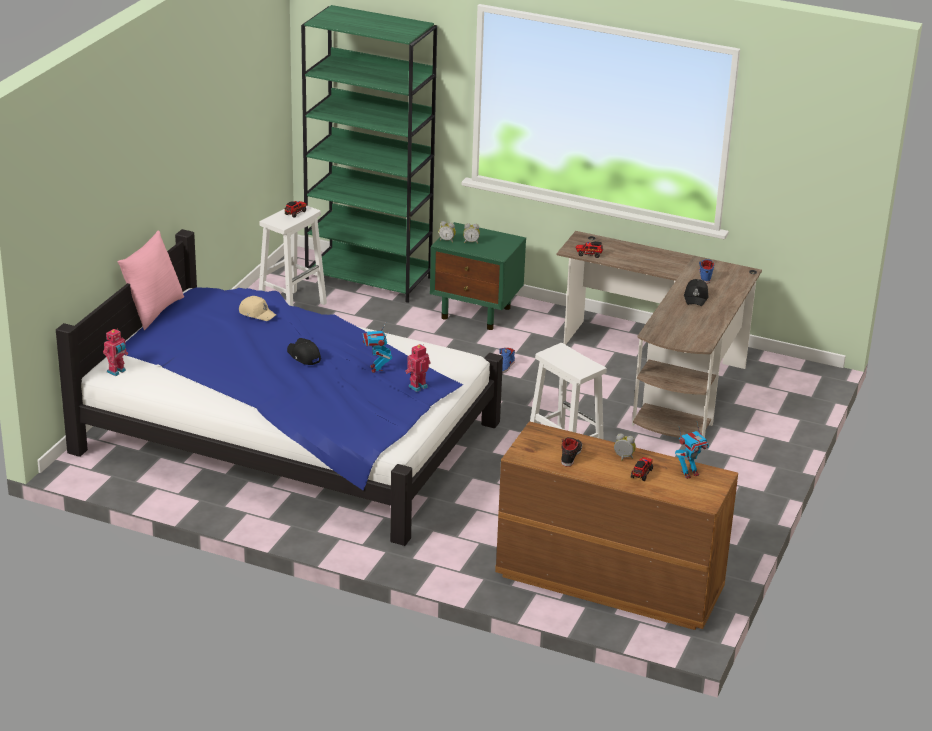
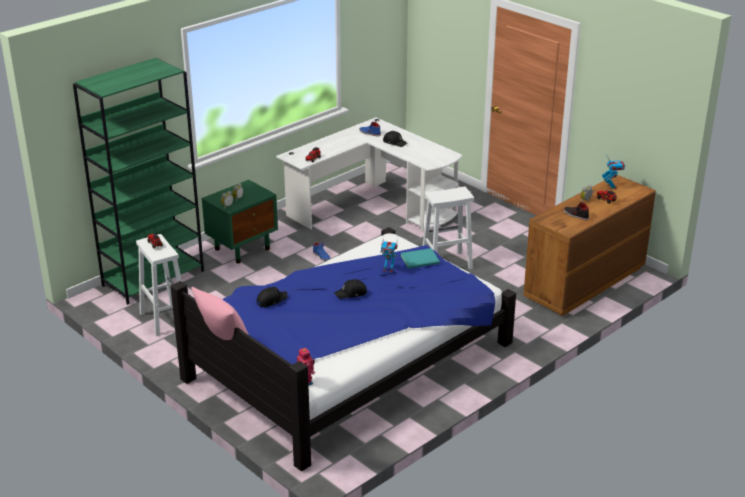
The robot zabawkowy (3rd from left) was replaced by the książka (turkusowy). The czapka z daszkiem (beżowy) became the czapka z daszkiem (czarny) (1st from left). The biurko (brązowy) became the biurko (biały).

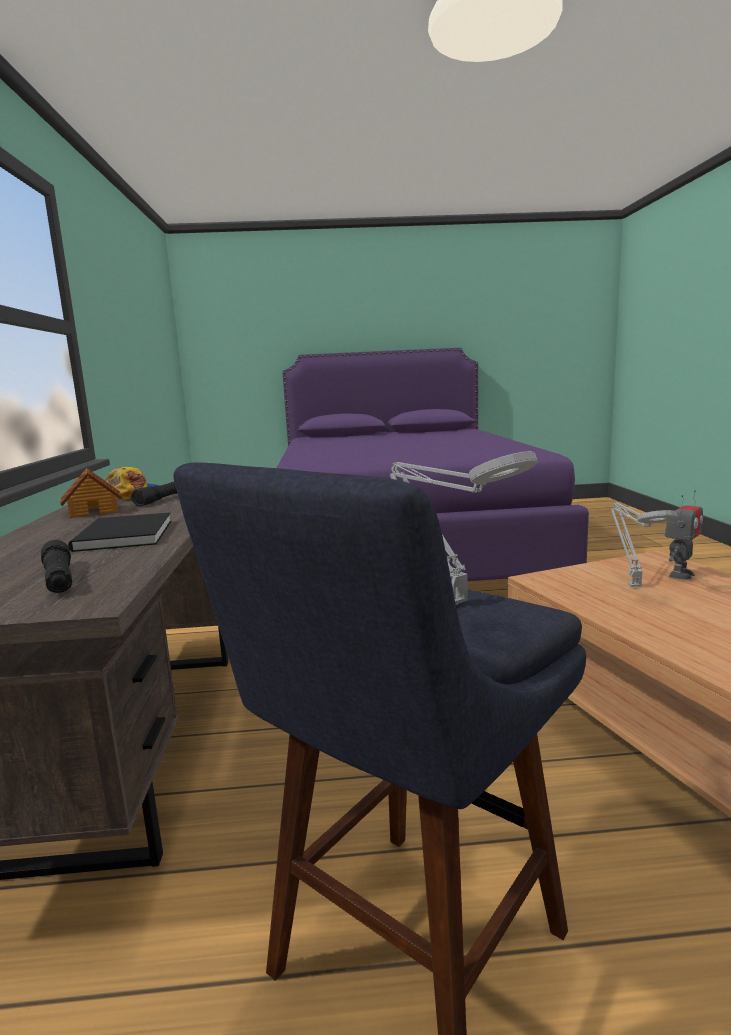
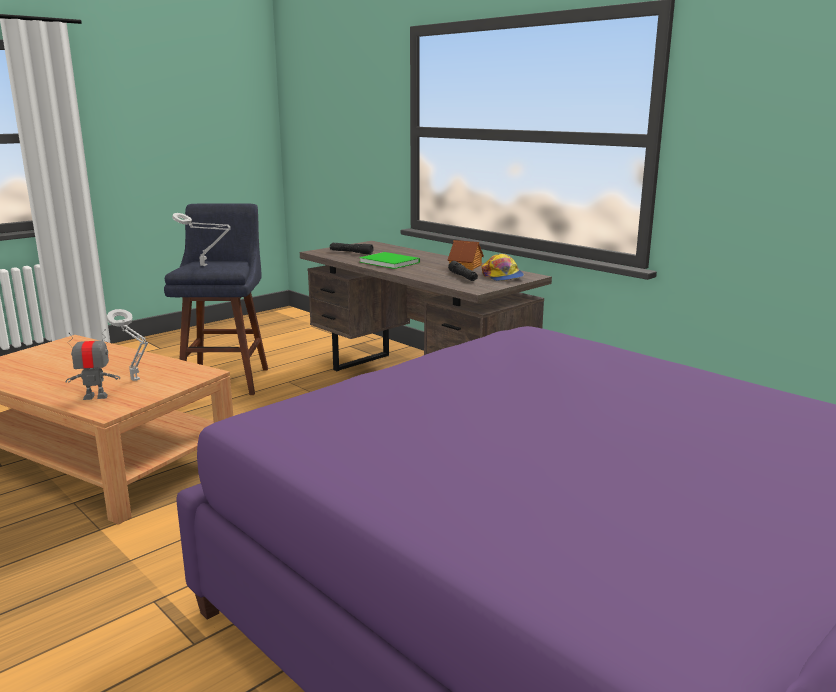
The książka (czarny) became the książka (zielony). The robot zabawkowy turned 75 degrees clockwise.

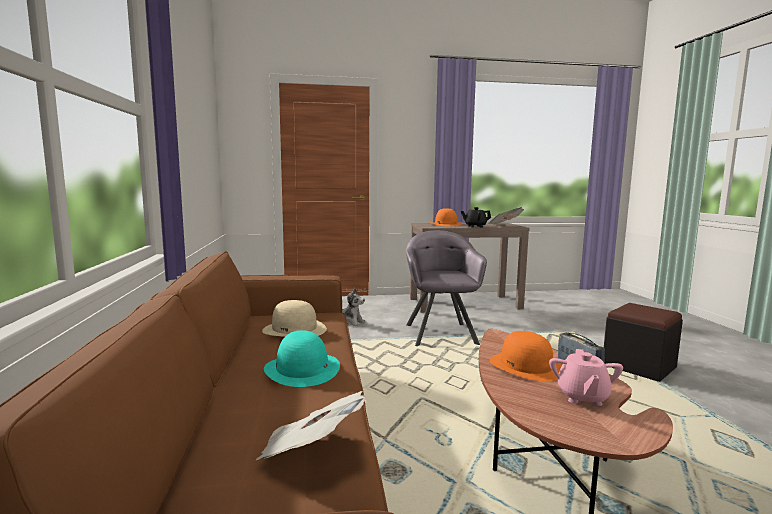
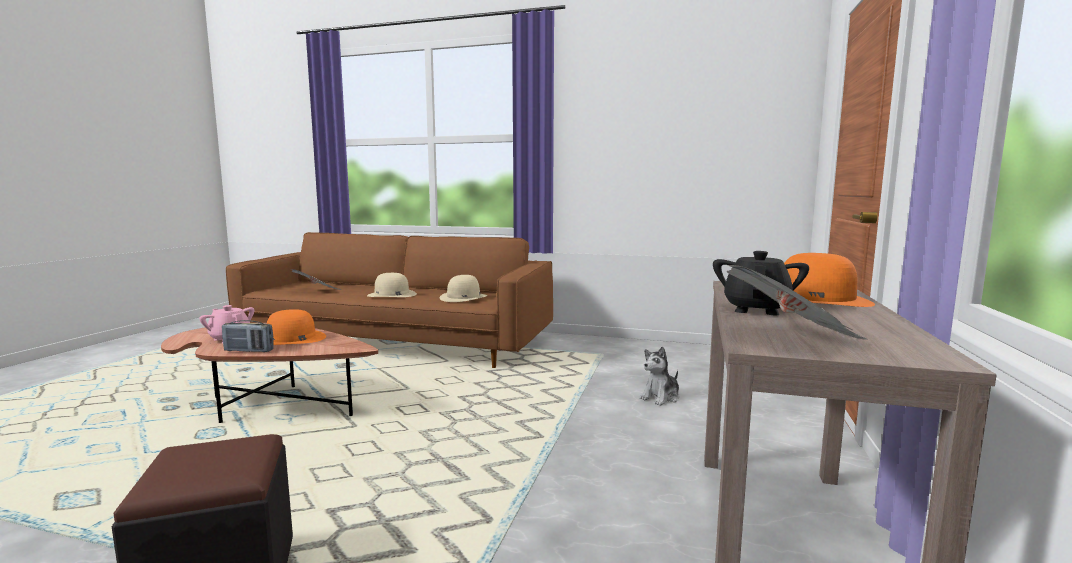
The fotel (szary) disappeared. The kapelusz (turkusowy) became the kapelusz (beżowy) (1st from left).

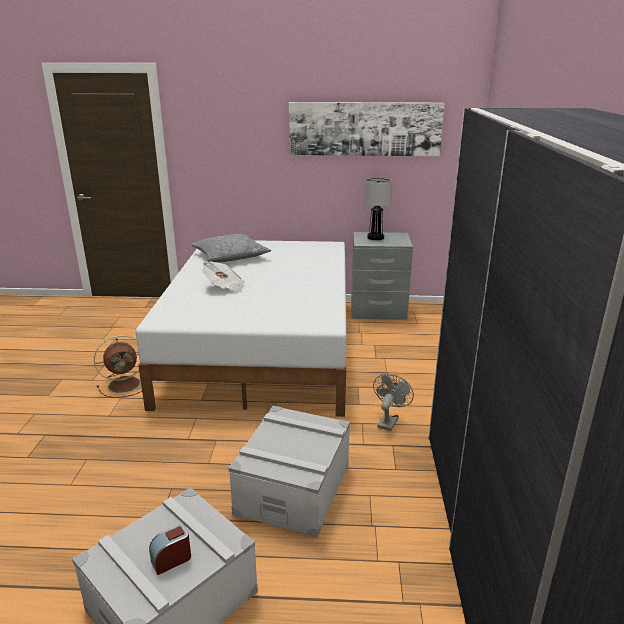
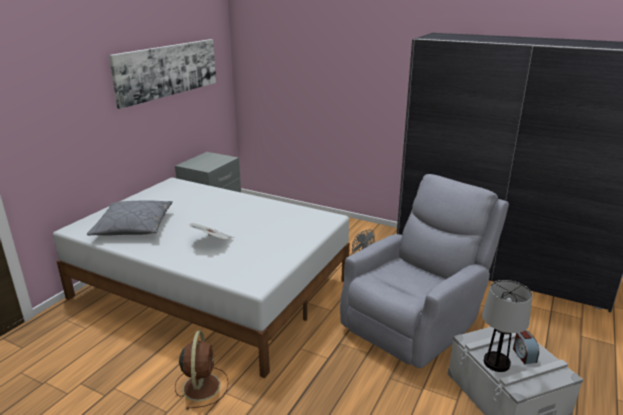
The lampa stołowa moved. The pojemnik do przechowywania (szary) (2nd from left) was replaced by the fotel (szary).

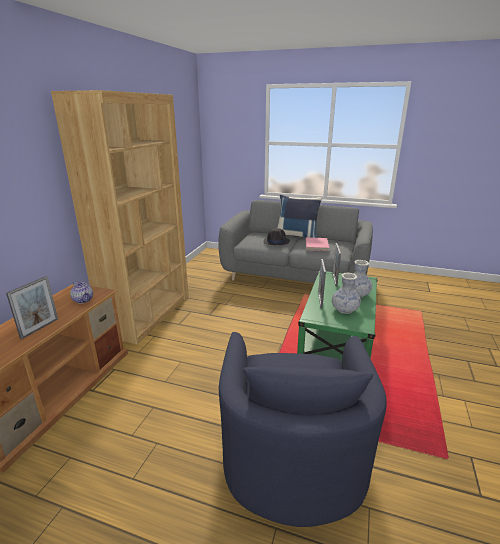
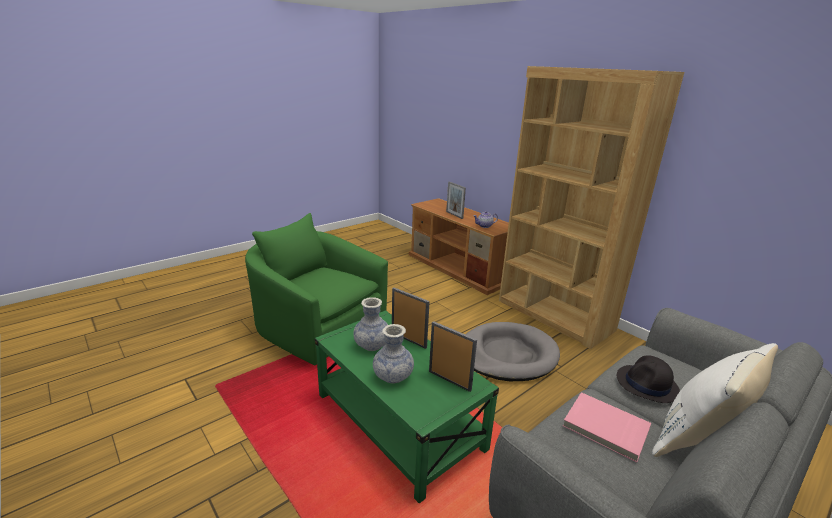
The legowisko (szary) appeared. The fotel (niebieski) became the fotel (zielony). The poduszka (niebieski) became the poduszka (biały).

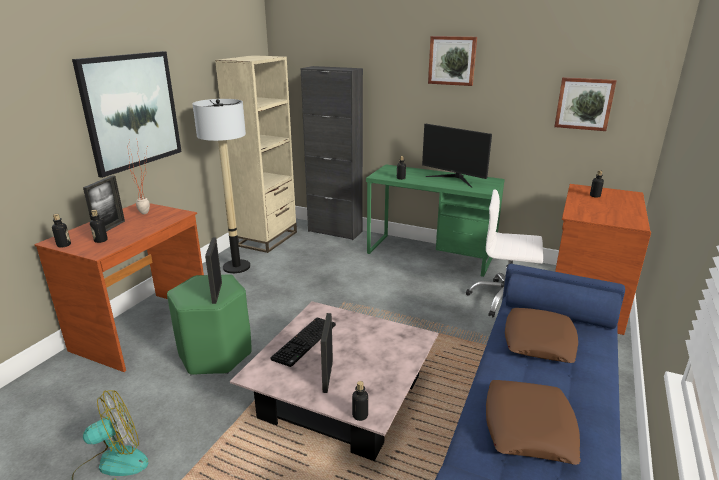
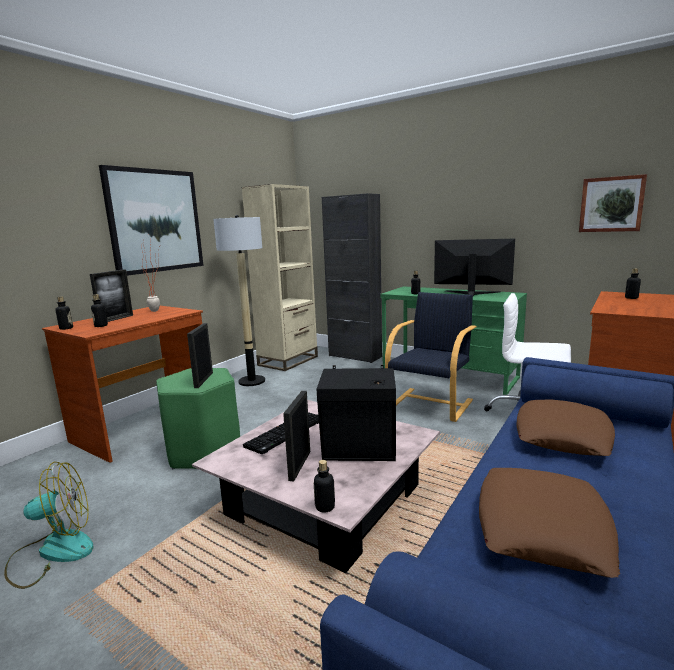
The obraz (2nd from left) disappeared. The głośnik (czarny) appeared. The fotel (czarny) appeared. The monitor turned 150 degrees clockwise.

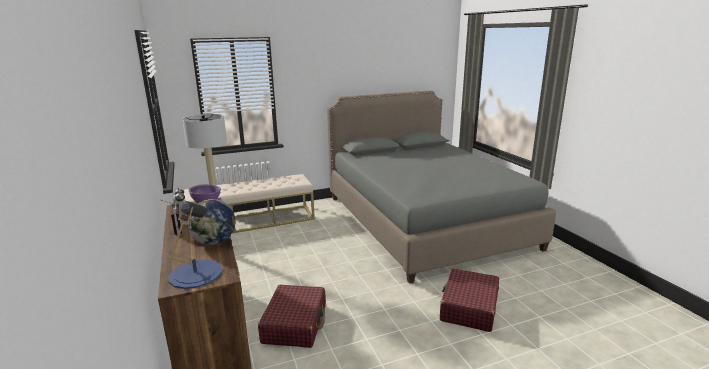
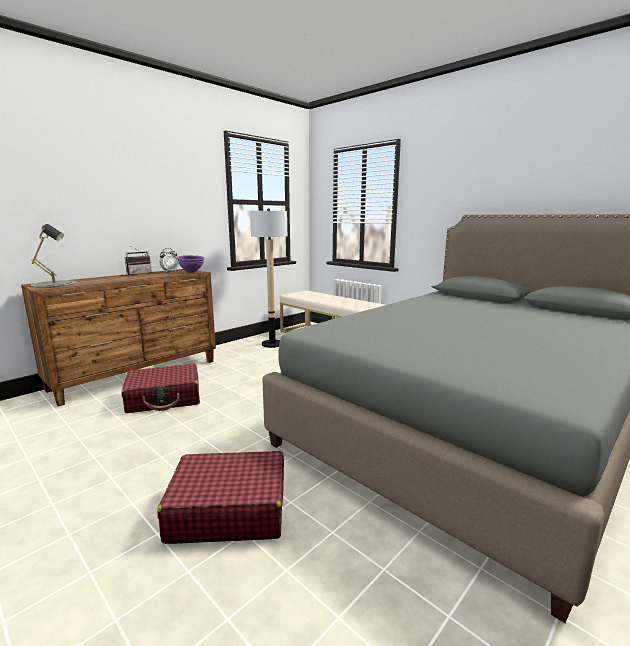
The globus disappeared. The lampa stołowa (niebieski) became the lampa stołowa (szary).

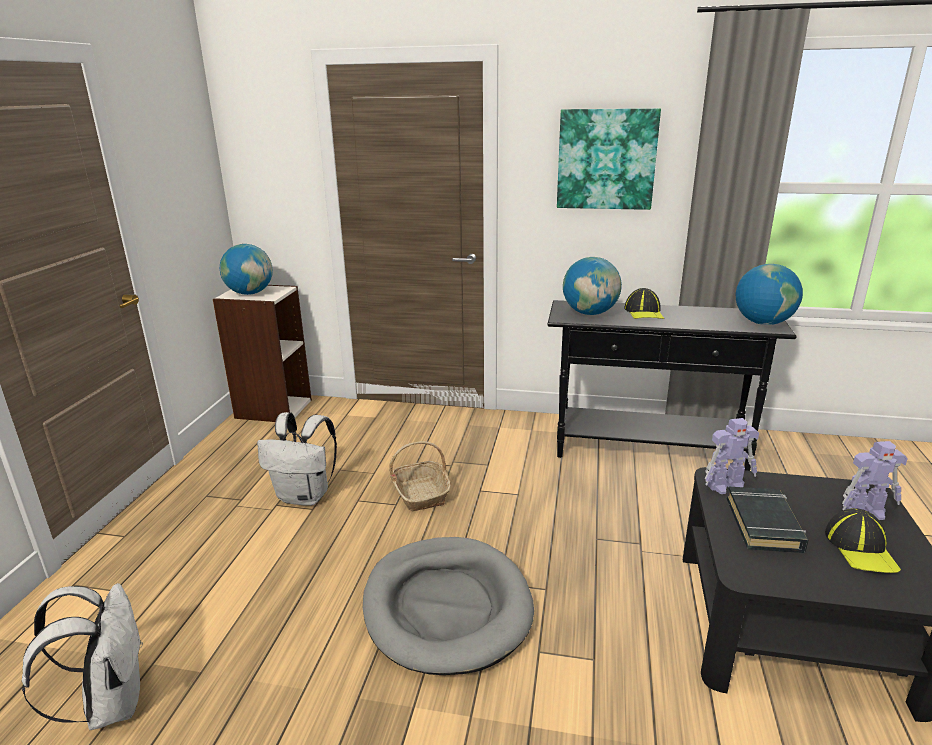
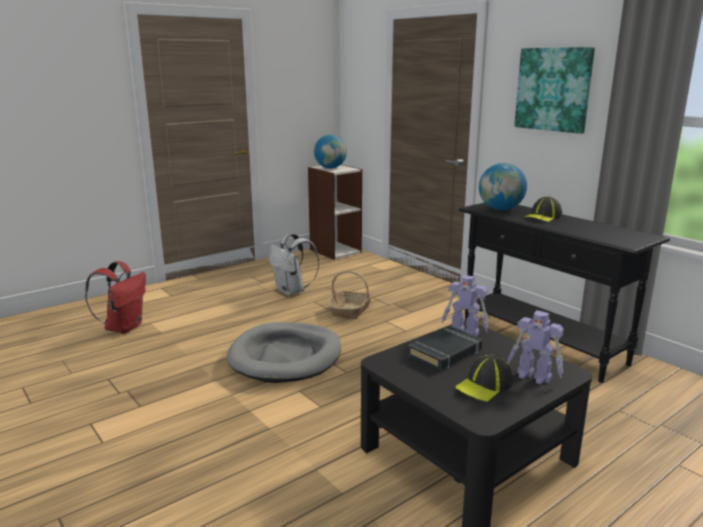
The globus (3rd from left) disappeared. The plecak (biały) (1st from left) became the plecak (czerwony).

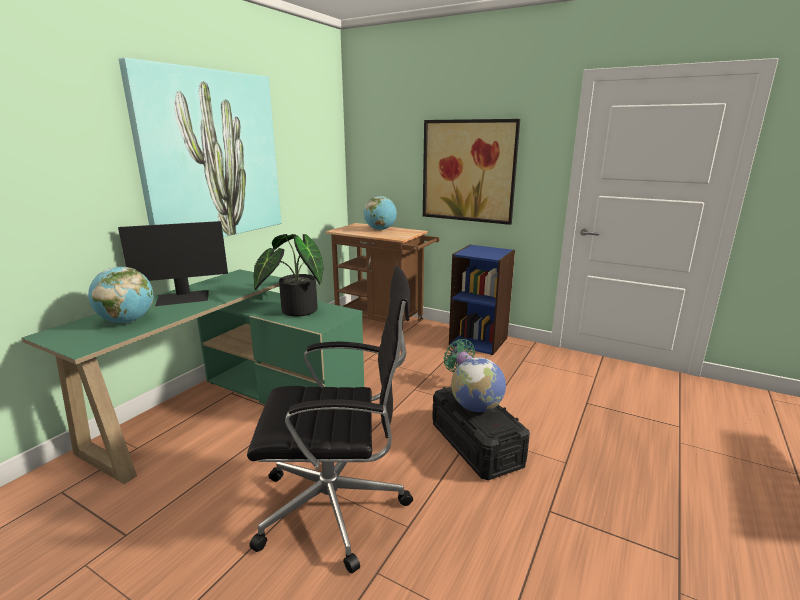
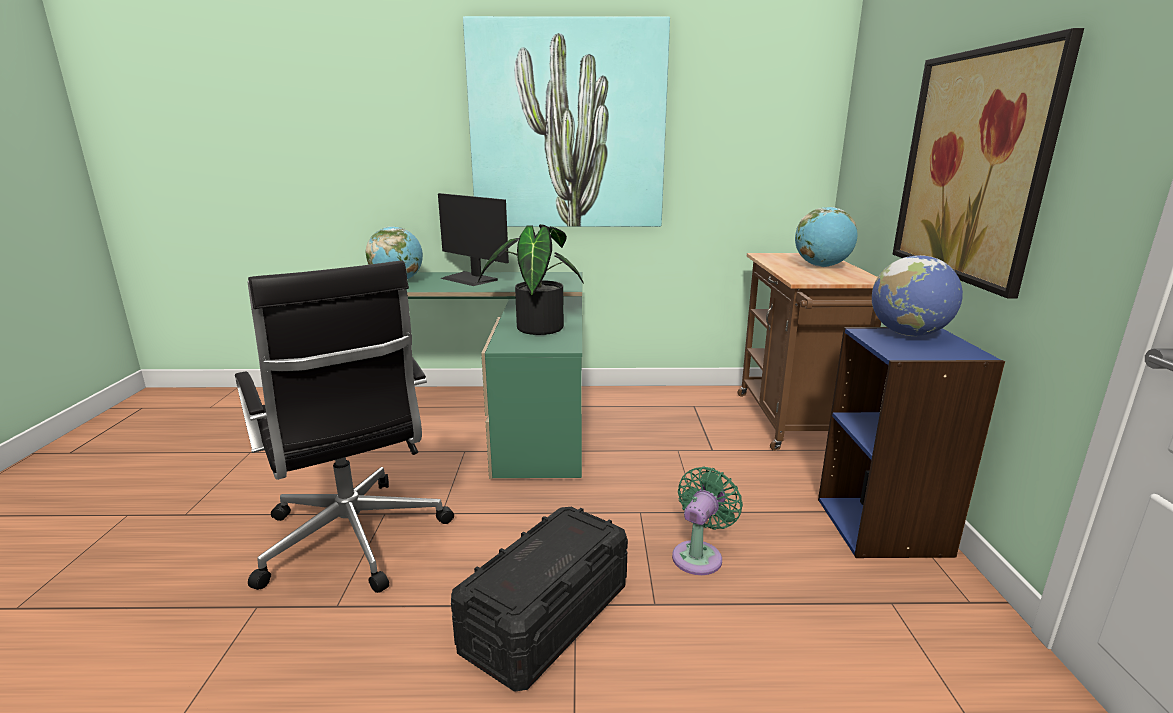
The globus (3rd from left) moved.

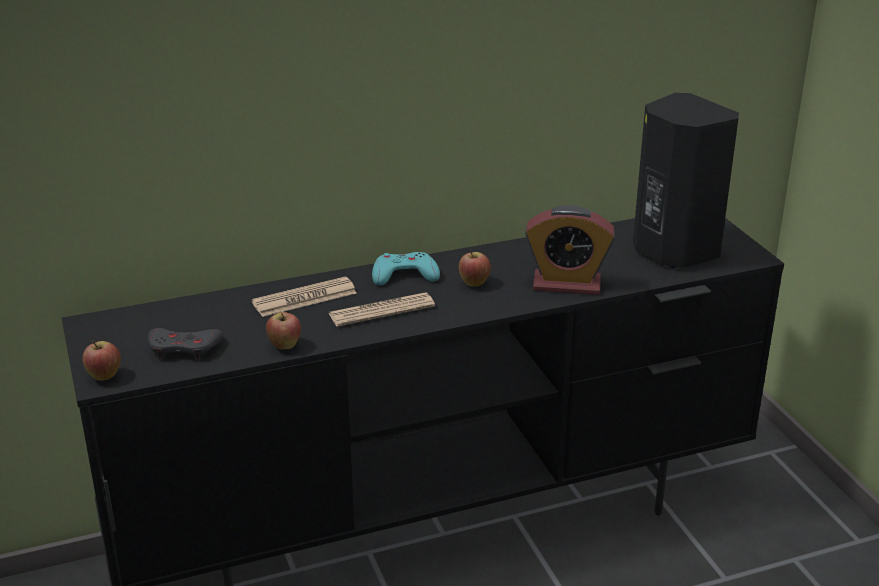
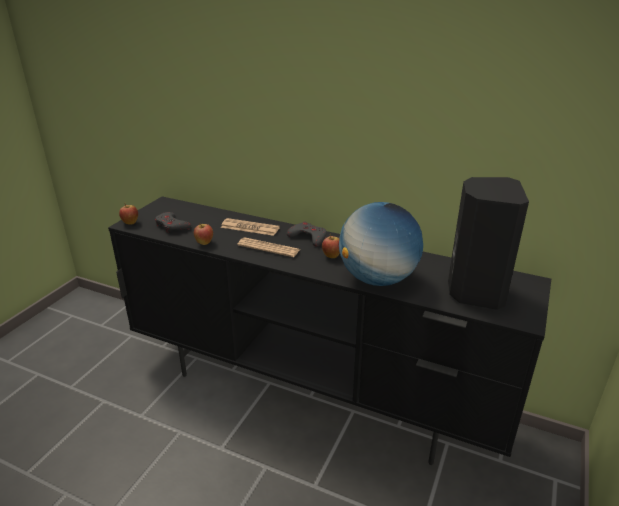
The budzik was replaced by the globus. The pad do gier (turkusowy) became the pad do gier (szary) (2nd from left).

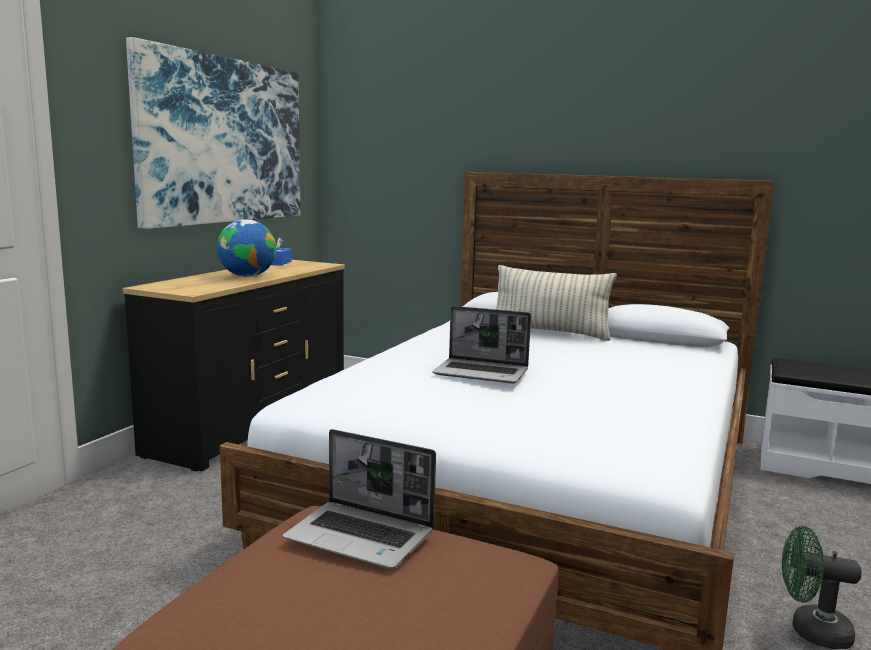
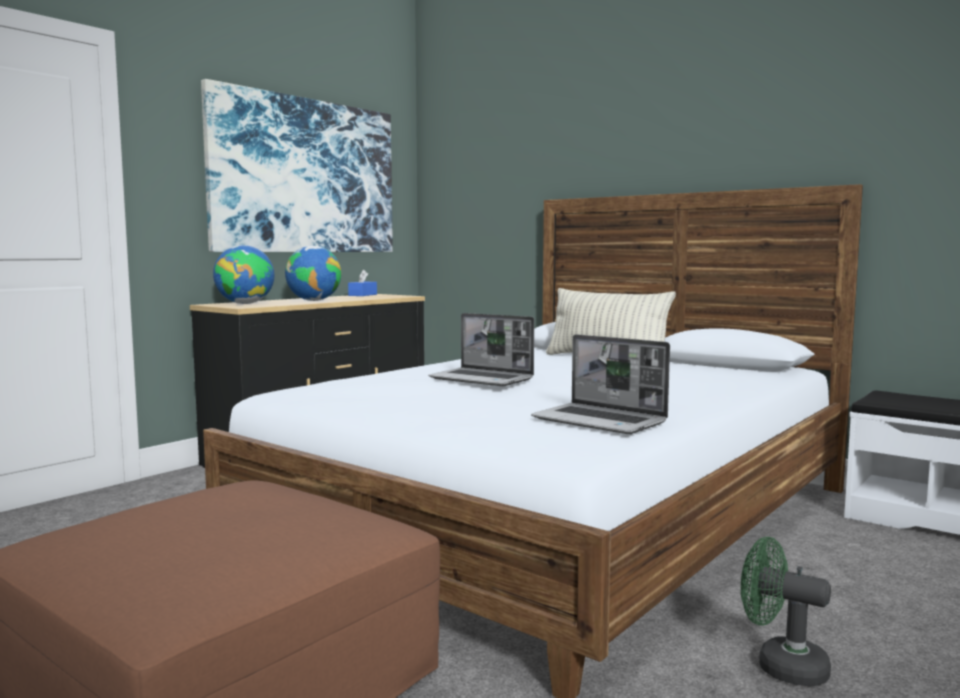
The globus (1st from left) appeared. The laptop (1st from left in the first image) moved.

